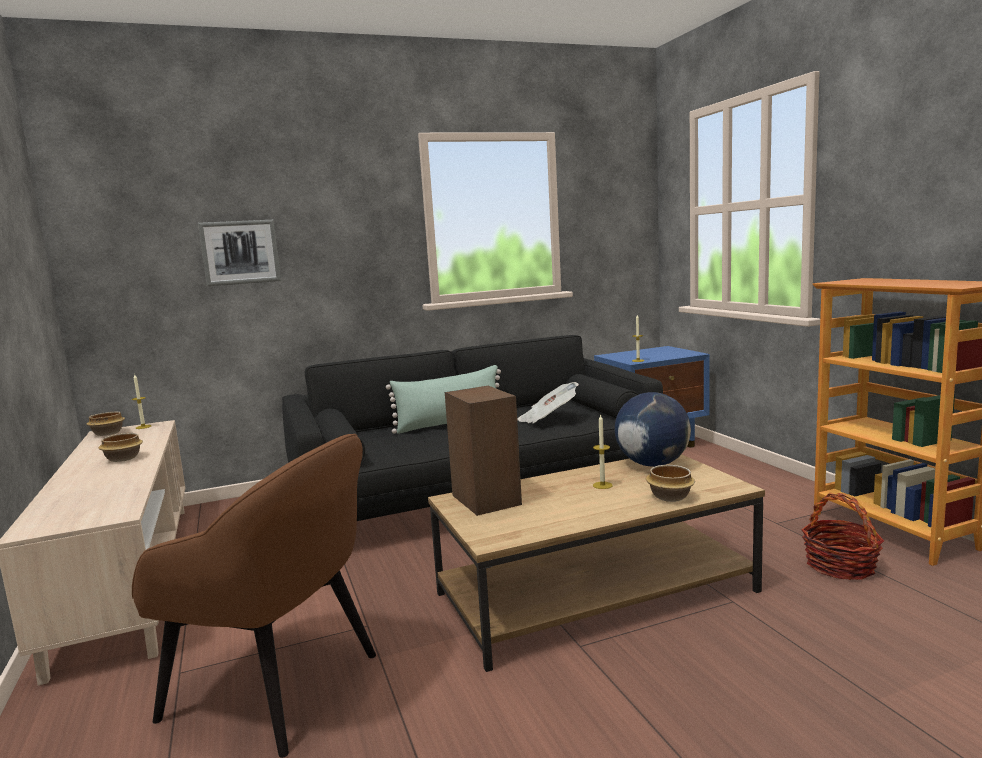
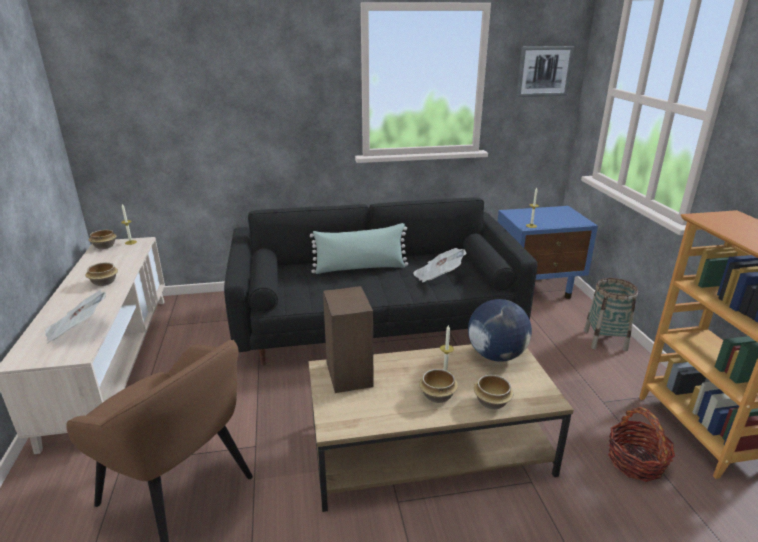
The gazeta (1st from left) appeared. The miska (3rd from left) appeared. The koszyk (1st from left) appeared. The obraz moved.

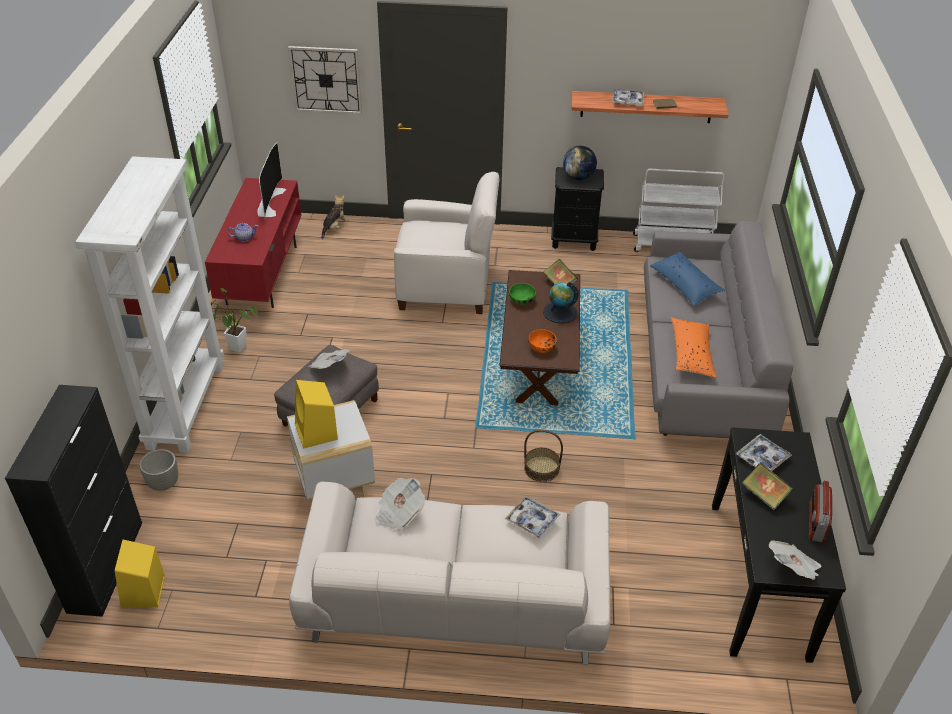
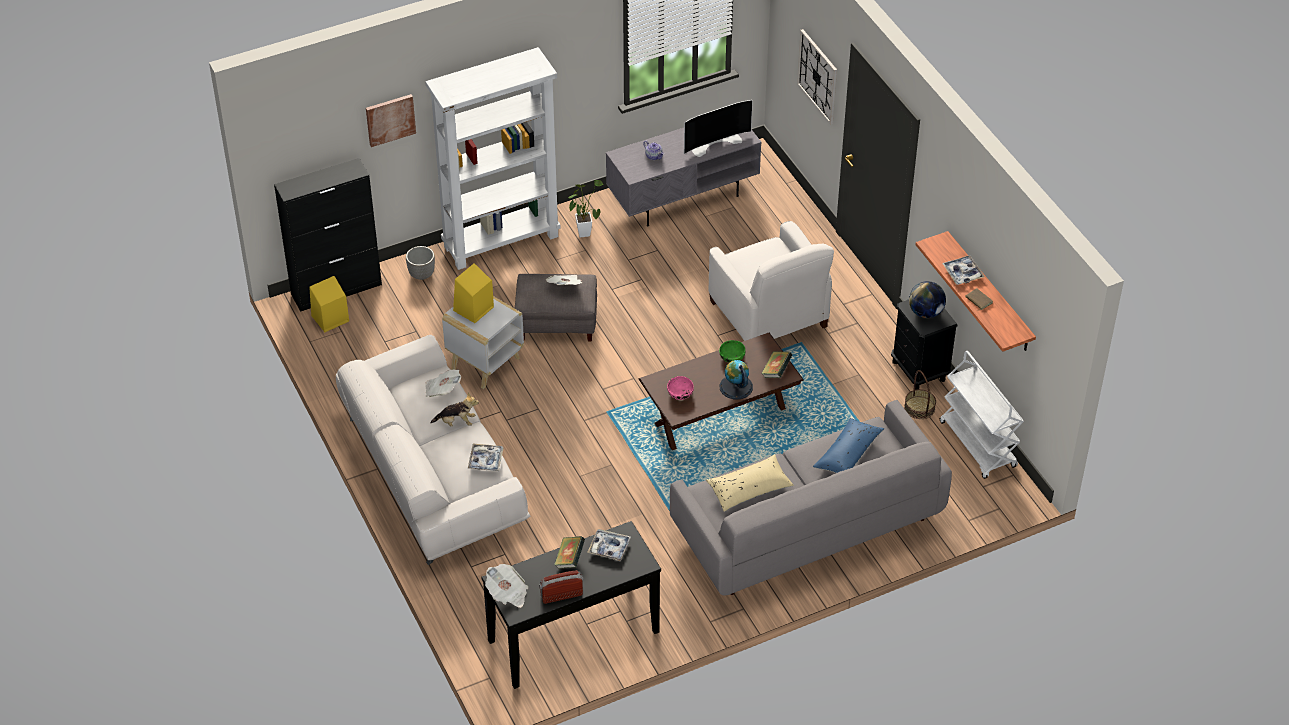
The obraz appeared. The pluszak moved. The koszyk moved. The szafka pod telewizor (czerwony) became the szafka pod telewizor (szary). The miska (pomarańczowy) became the miska (różowy). The poduszka (pomarańczowy) became the poduszka (beżowy).

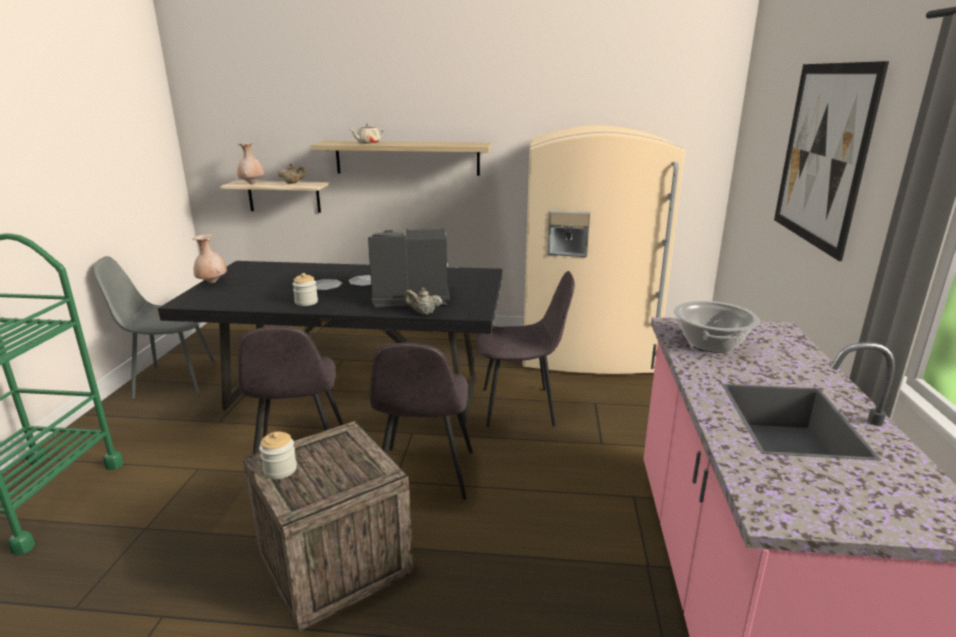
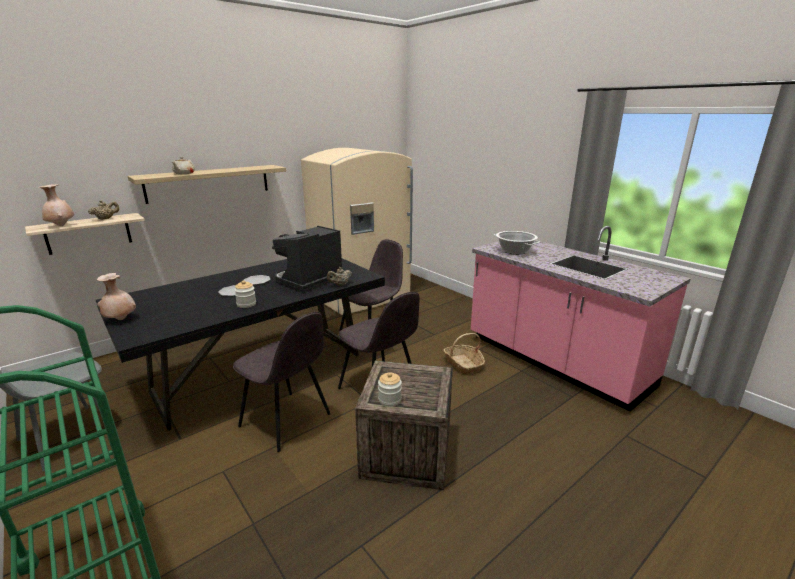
The obraz disappeared. The koszyk appeared.

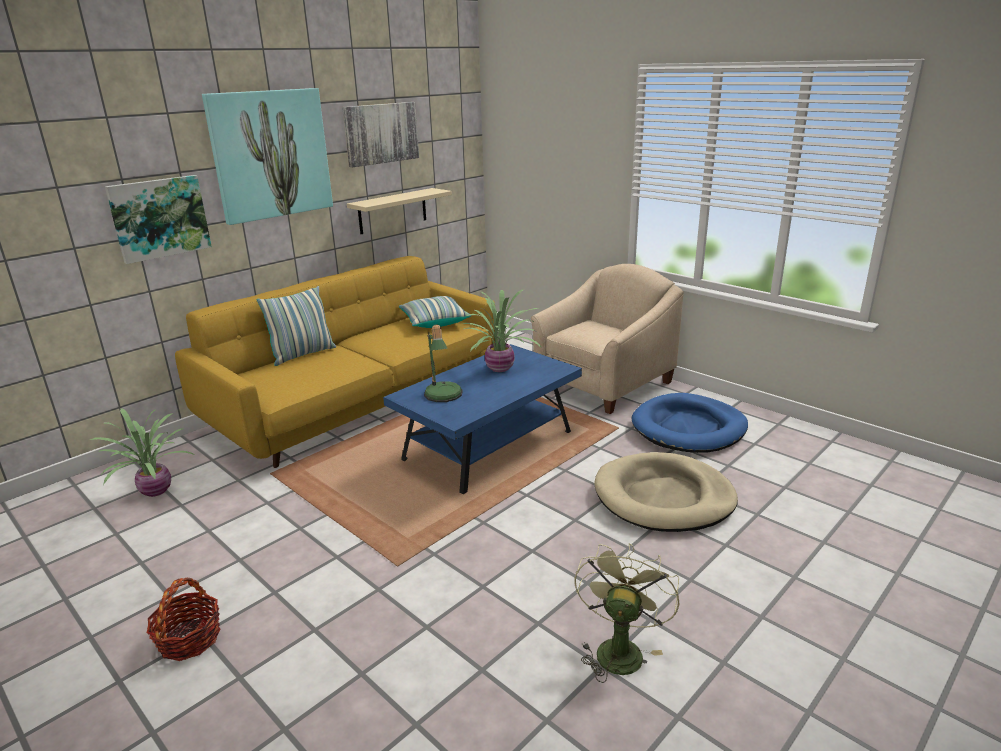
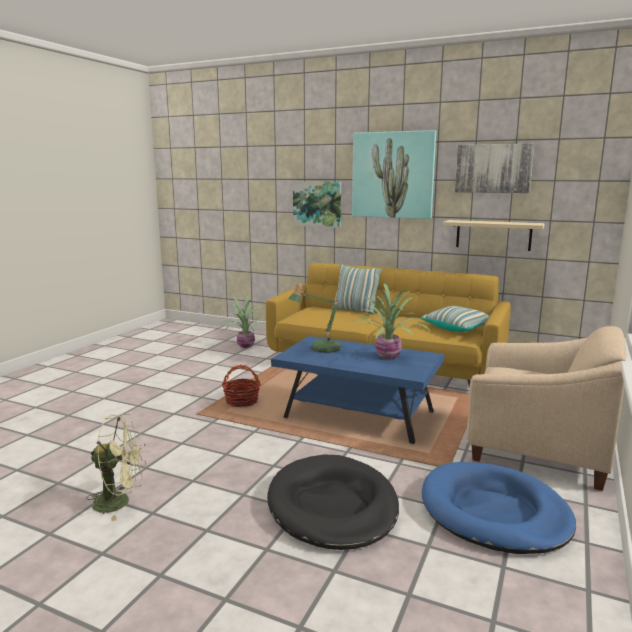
The koszyk moved. The legowisko (beżowy) became the legowisko (czarny).

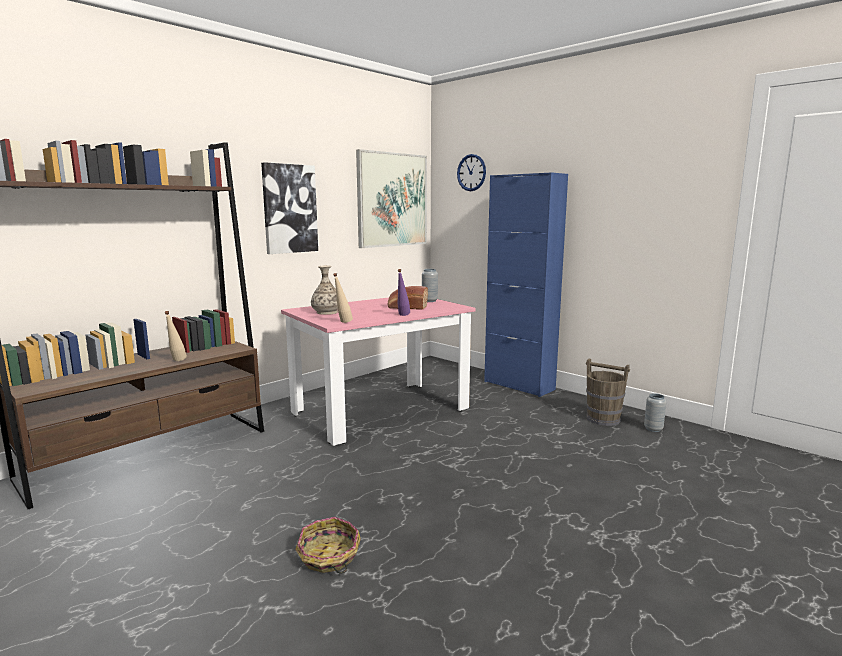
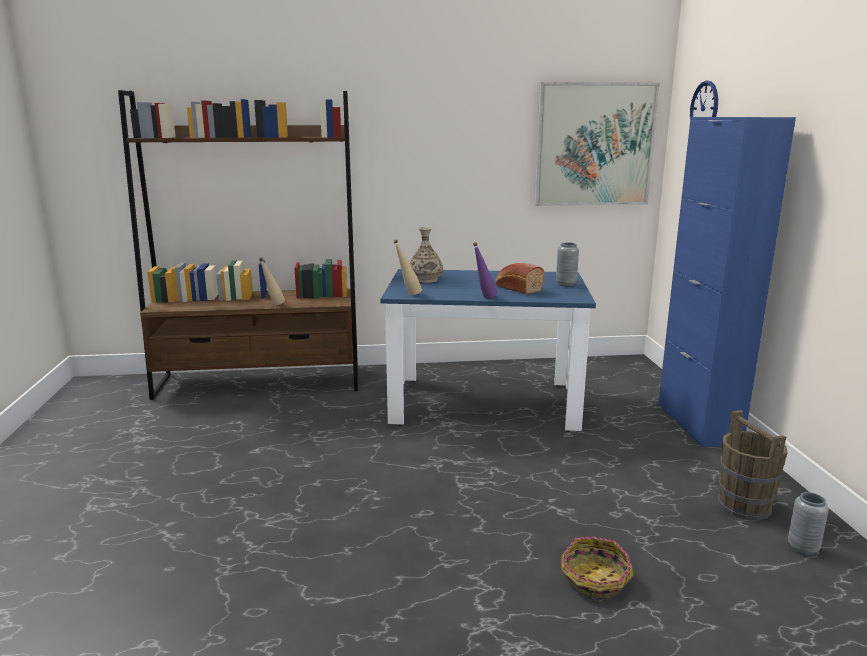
The obraz (1st from left) disappeared. The koszyk moved. The stół jadalny (różowy) became the stół jadalny (niebieski).

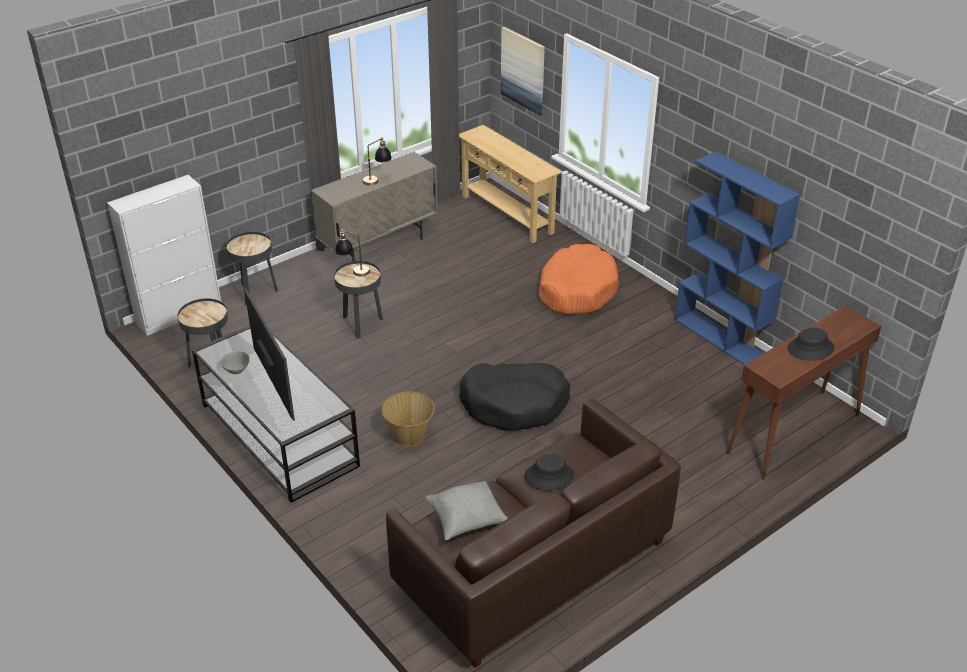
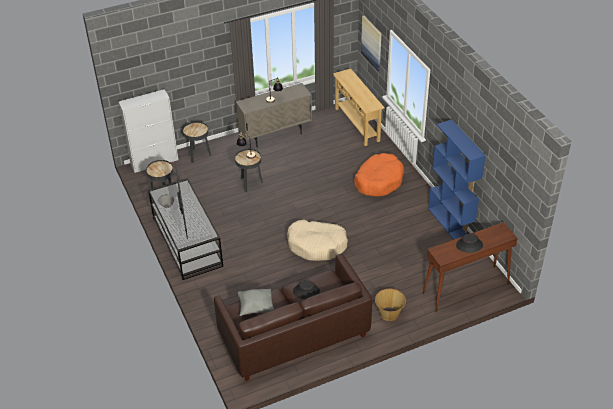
The koszyk moved. The legowisko (czarny) became the legowisko (beżowy).

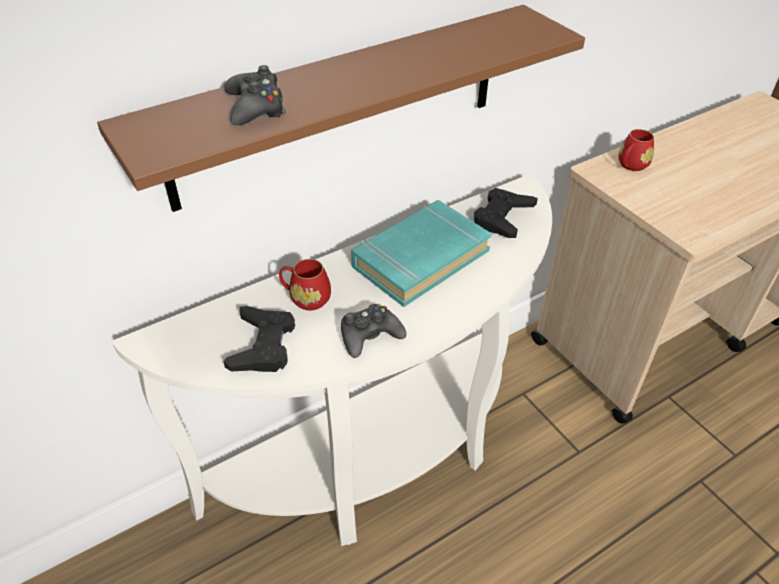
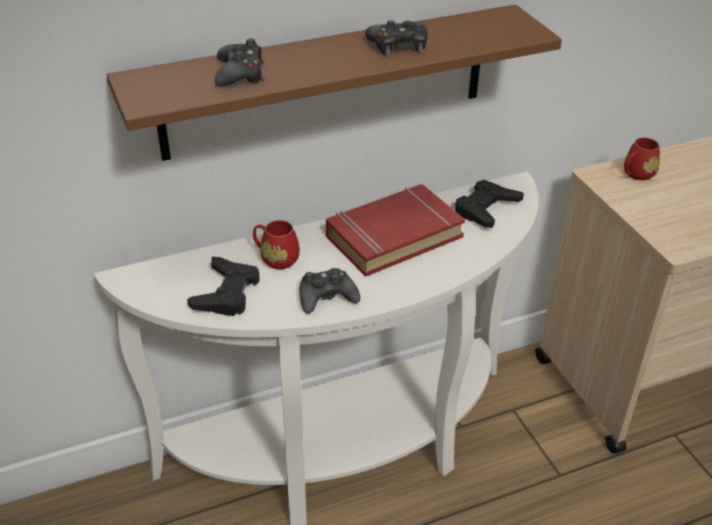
The pad do gier (czarny) (4th from left) appeared. The książka (turkusowy) became the książka (czerwony).

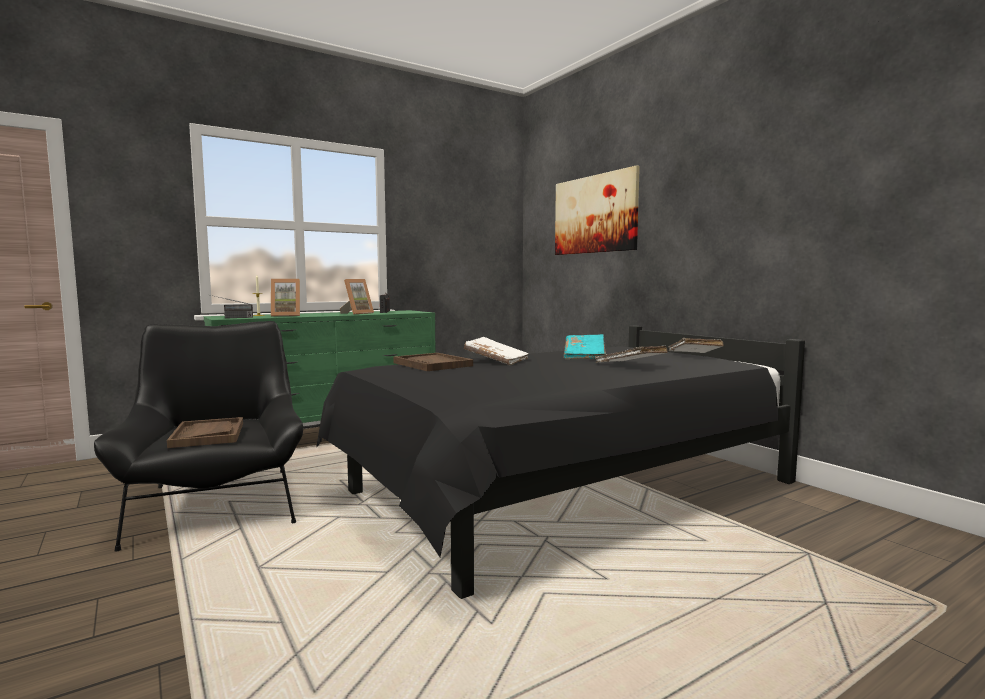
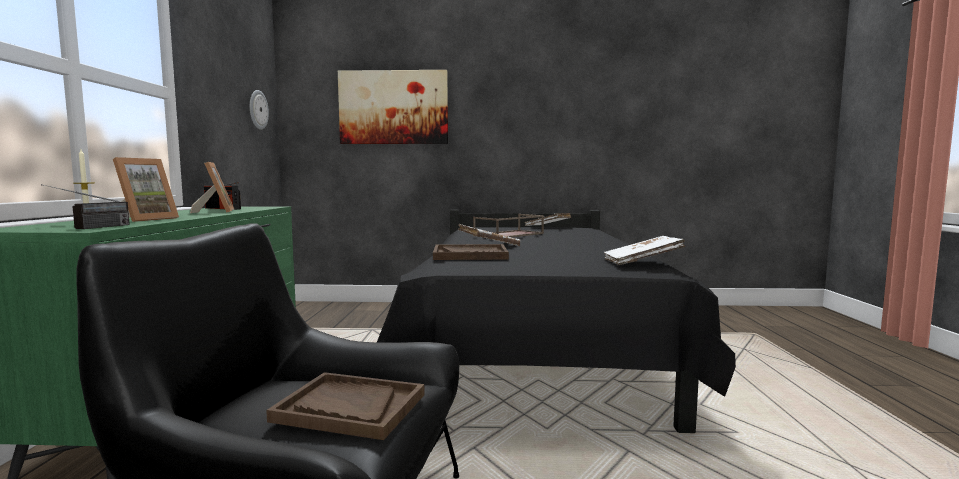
The zegar ścienny appeared. The książka (biały) (2nd from left in the first image) moved. The książka (turkusowy) was replaced by the taca (brązowy) (3rd from left).

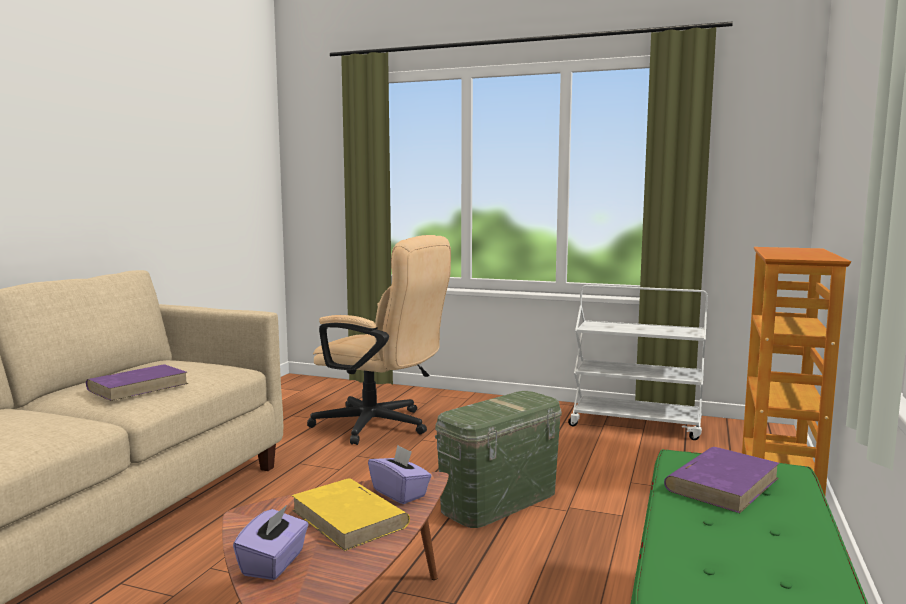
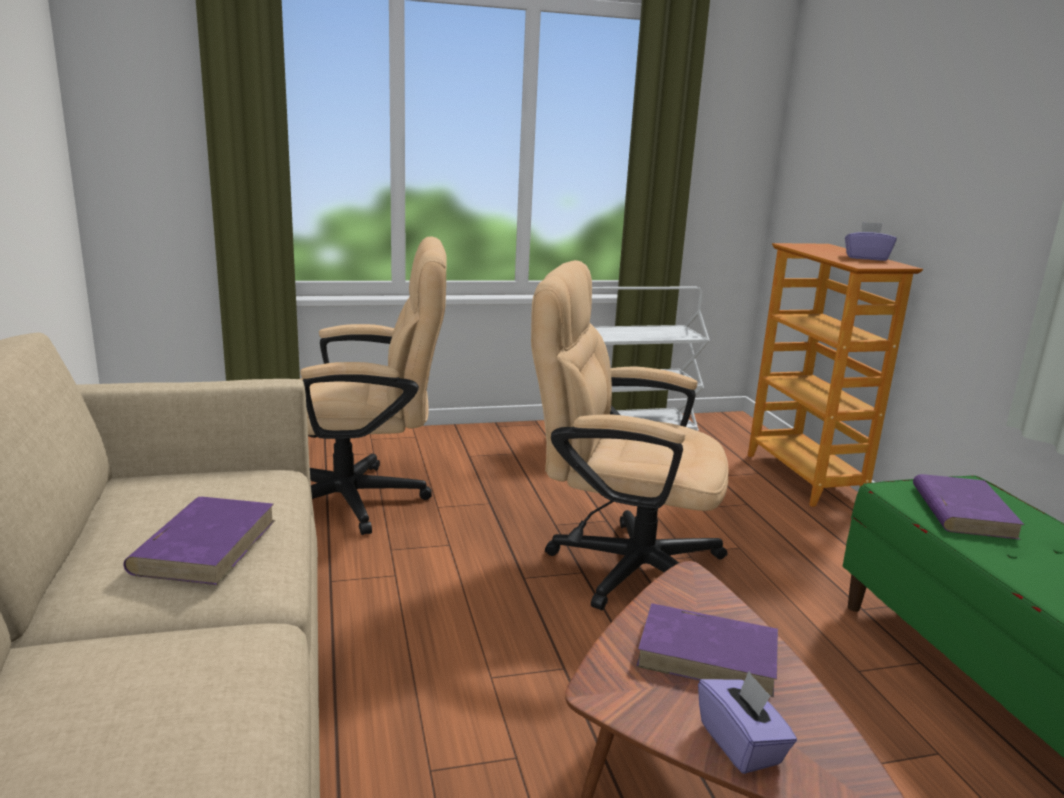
The pudełko chusteczek (fioletowy) (2nd from left) moved. The pojemnik do przechowywania (zielony) was replaced by the krzesło biurowe (beżowy) (2nd from left). The książka (żółty) became the książka (fioletowy) (2nd from left).

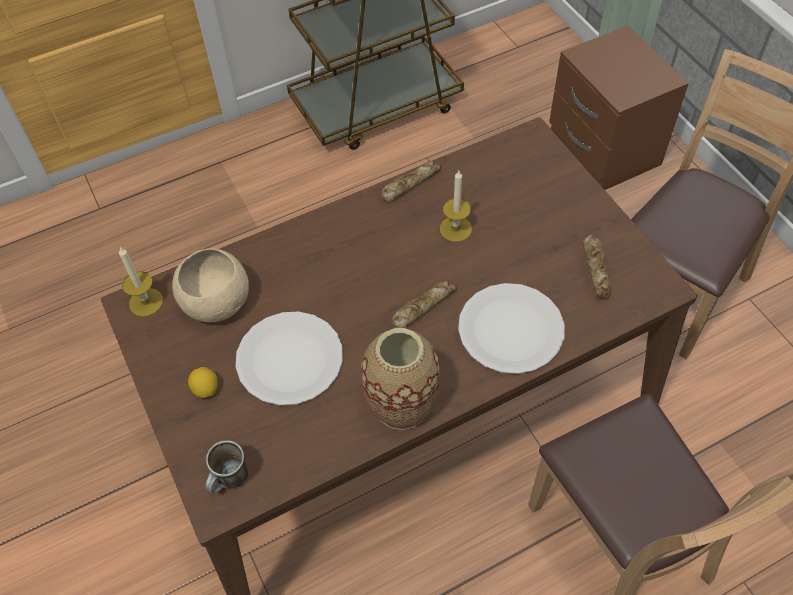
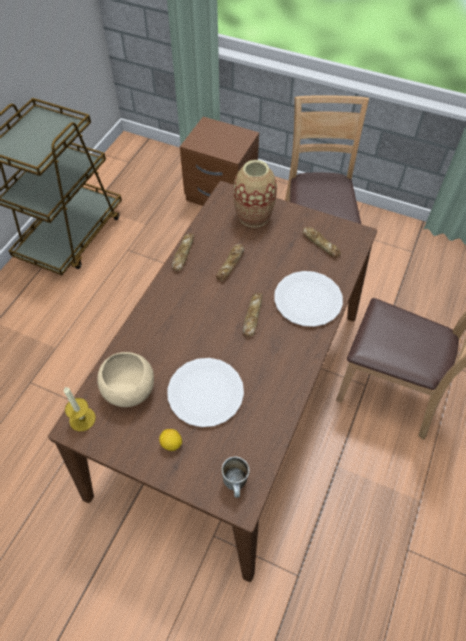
The wazon moved. The świeca (2nd from left) was replaced by the chleb (2nd from left).

